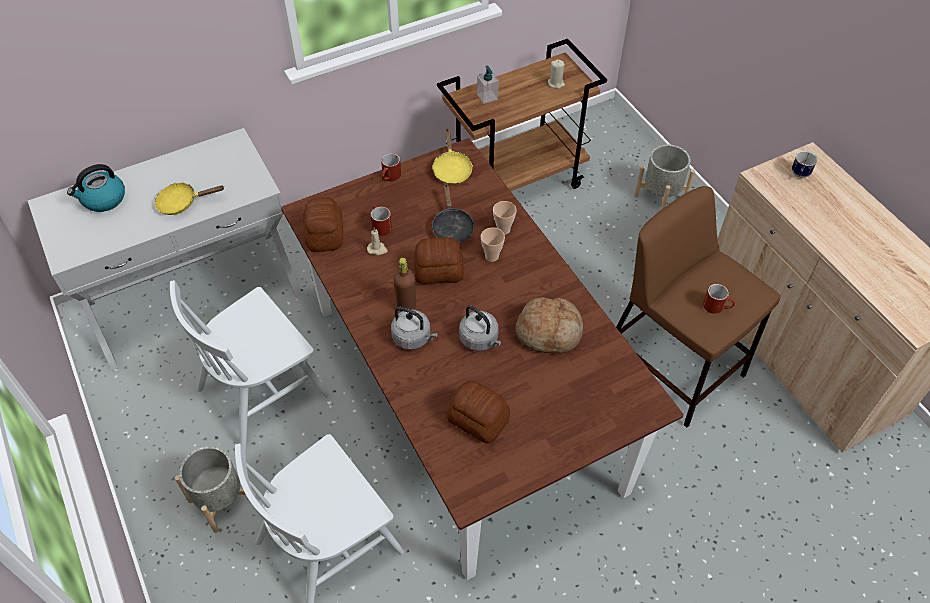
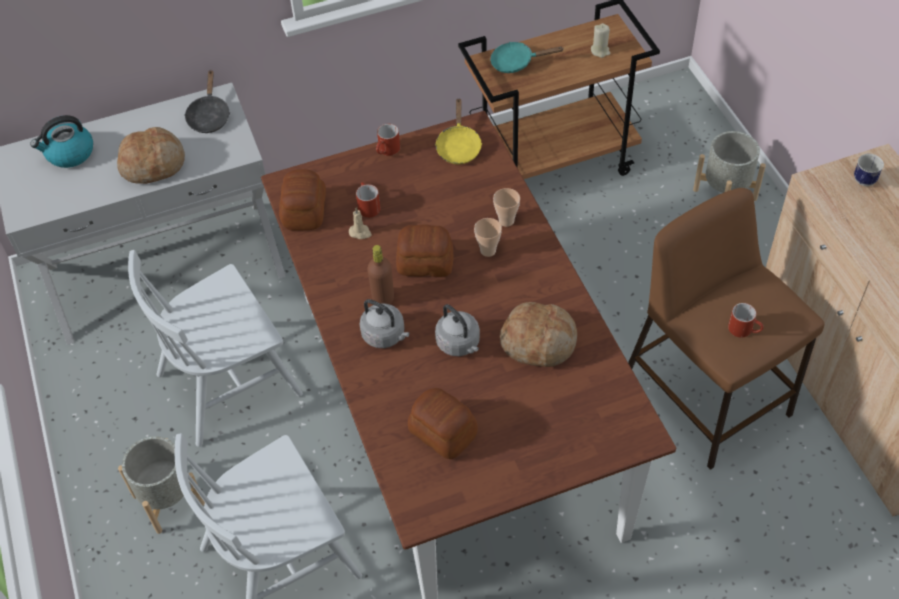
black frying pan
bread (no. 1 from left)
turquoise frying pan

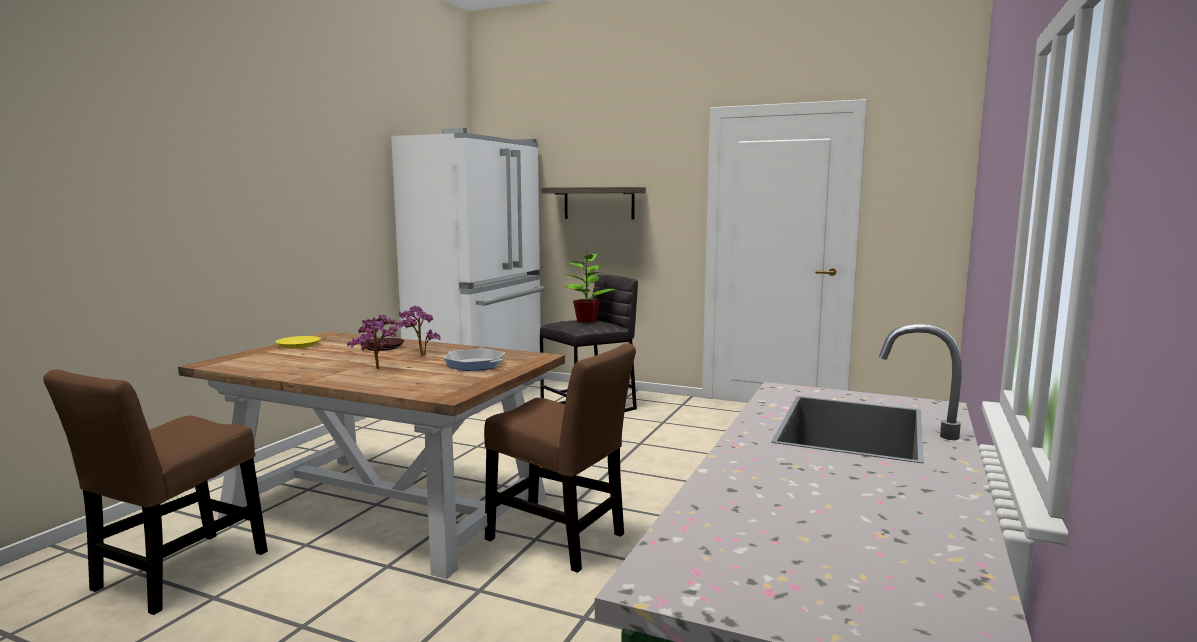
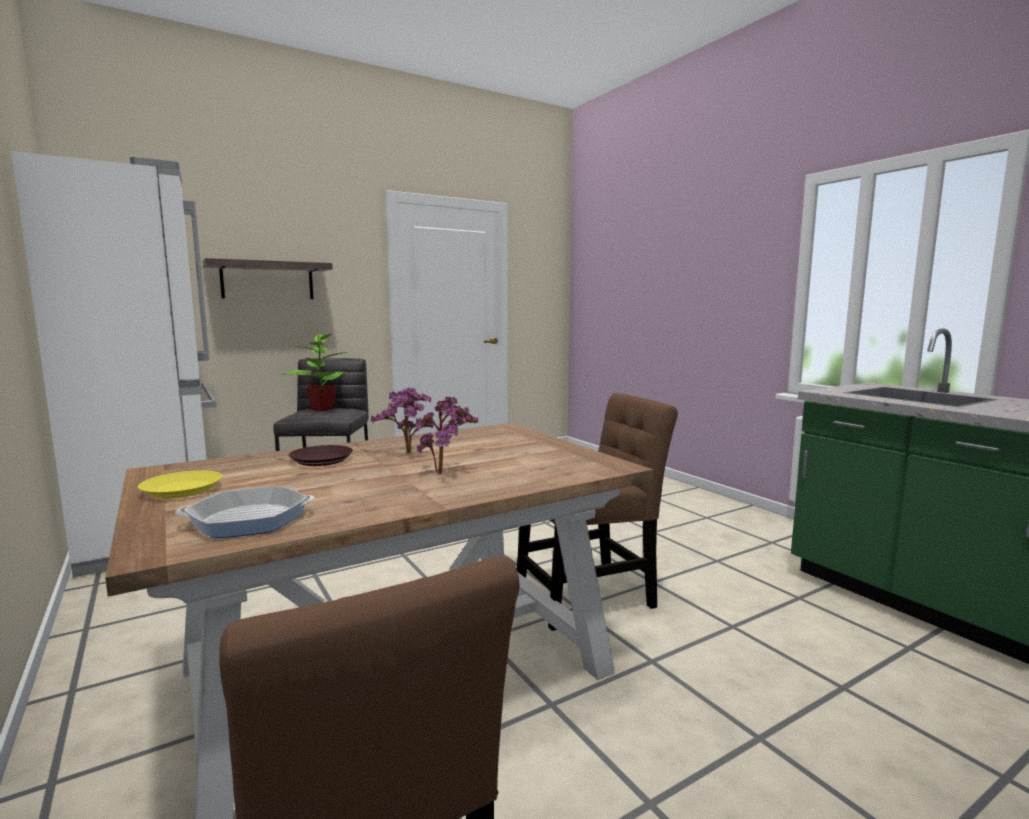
frying pan

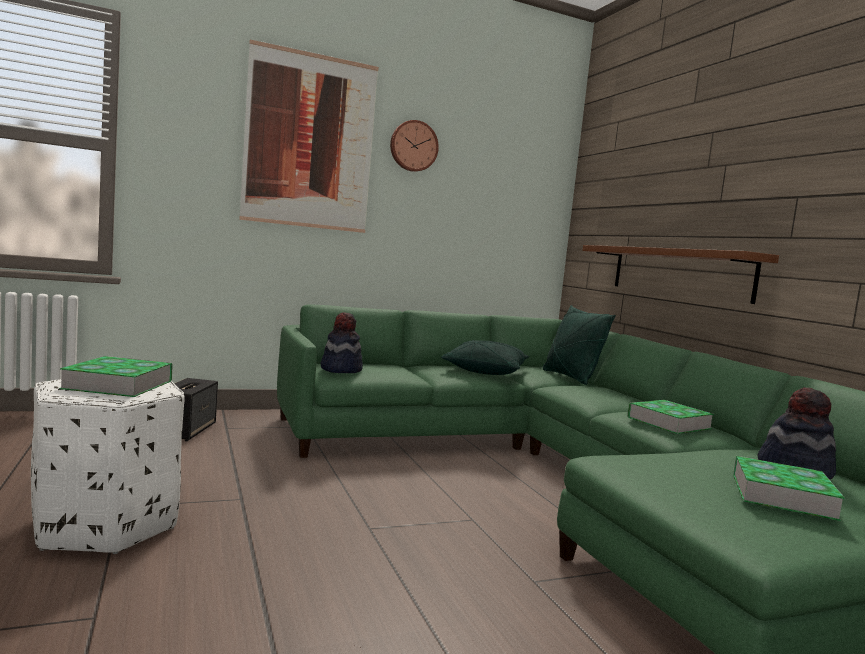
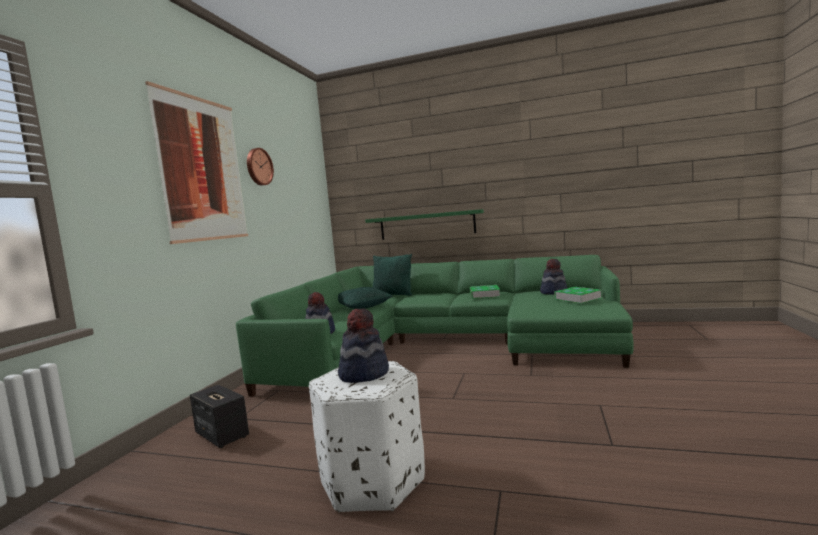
hat (no. 2 from left)
green shelf

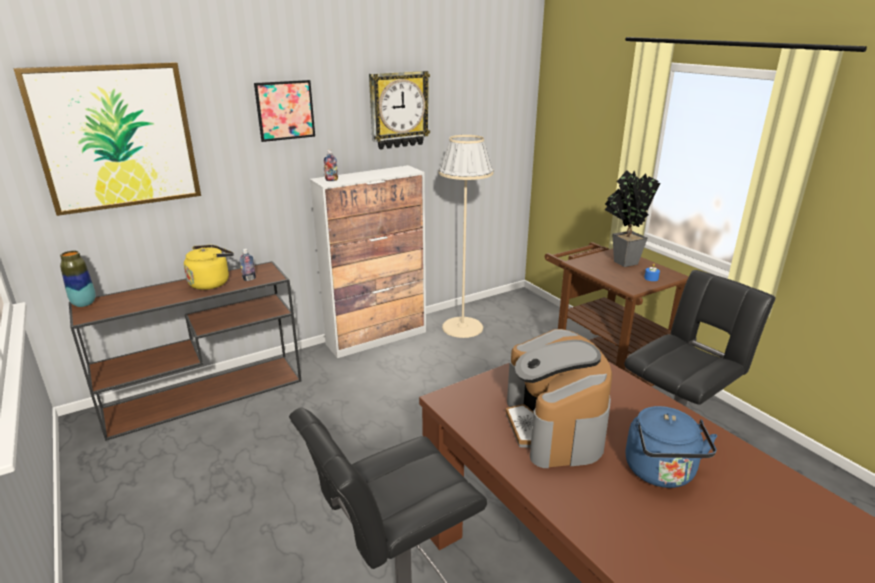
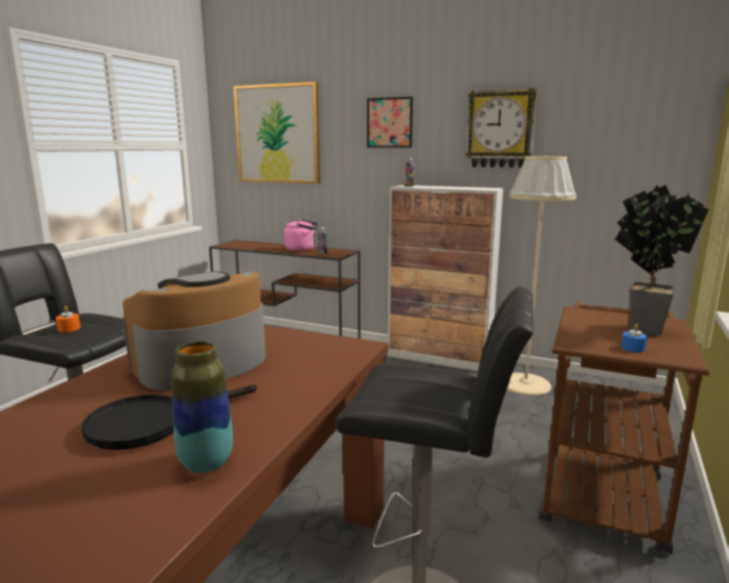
orange candle
vase
black frying pan
pink kettle

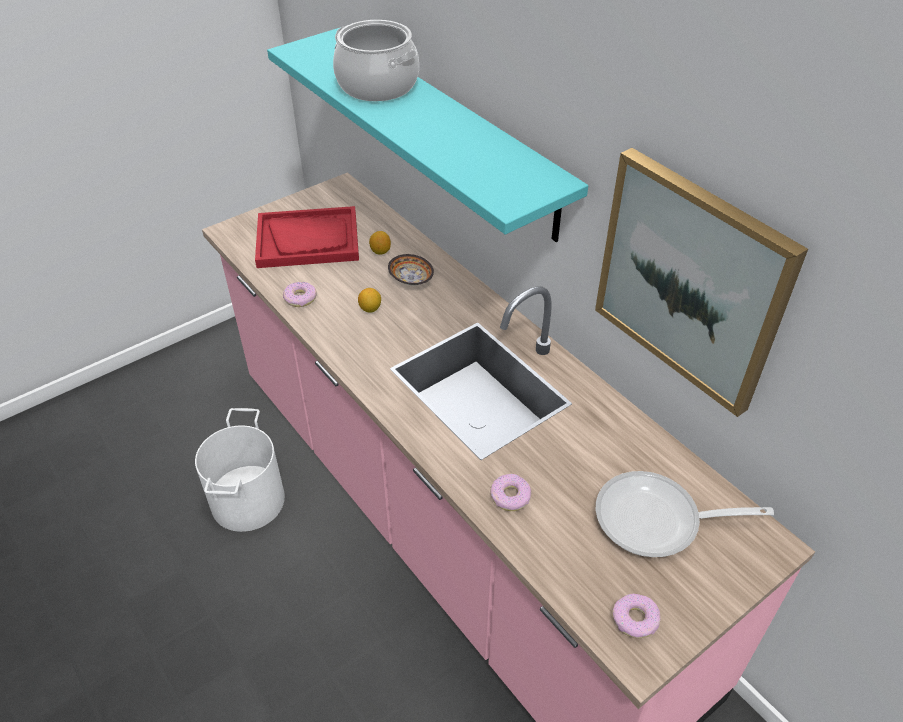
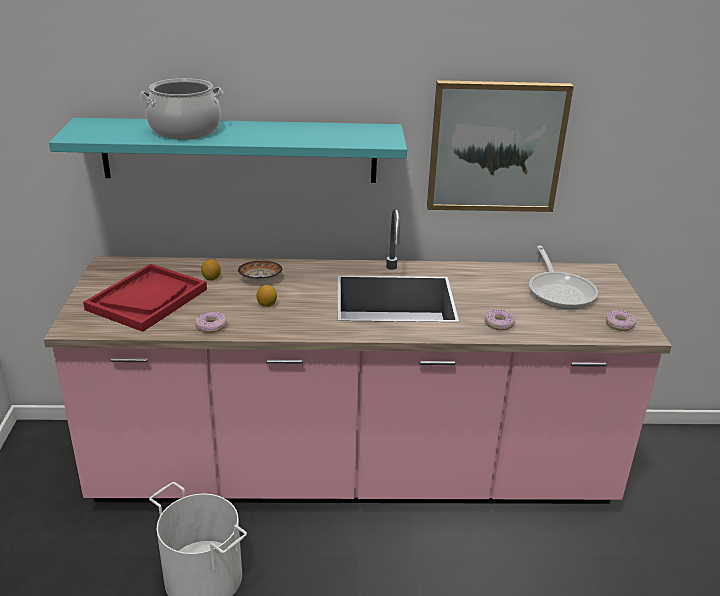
frying pan

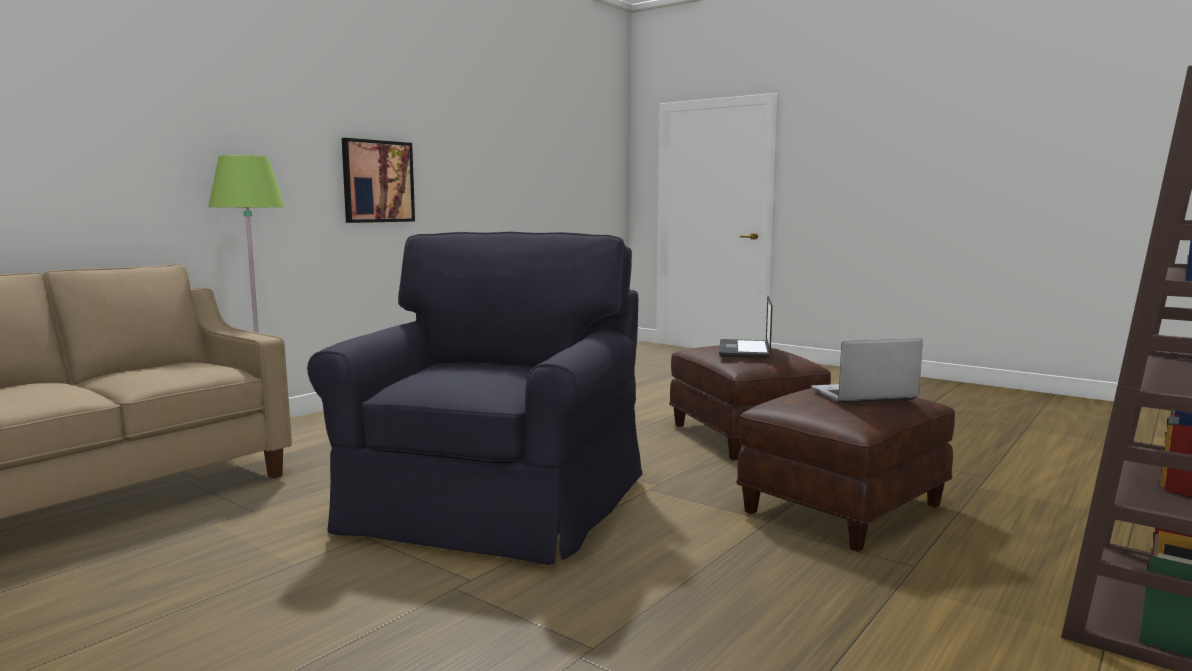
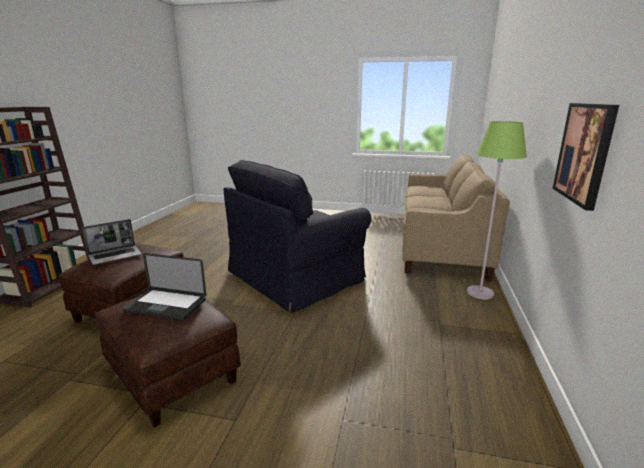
black armchair
laptop (no. 2 from left)

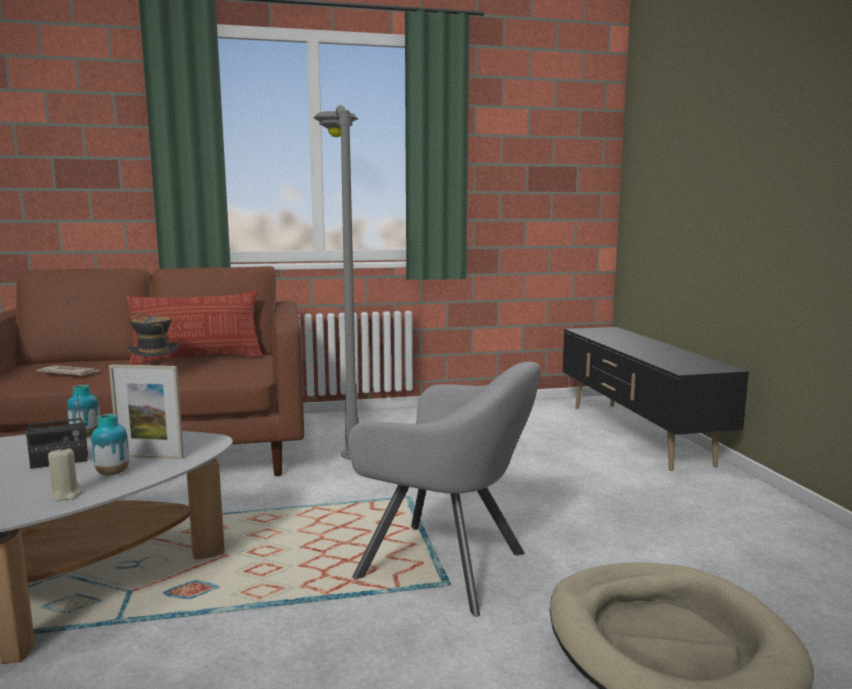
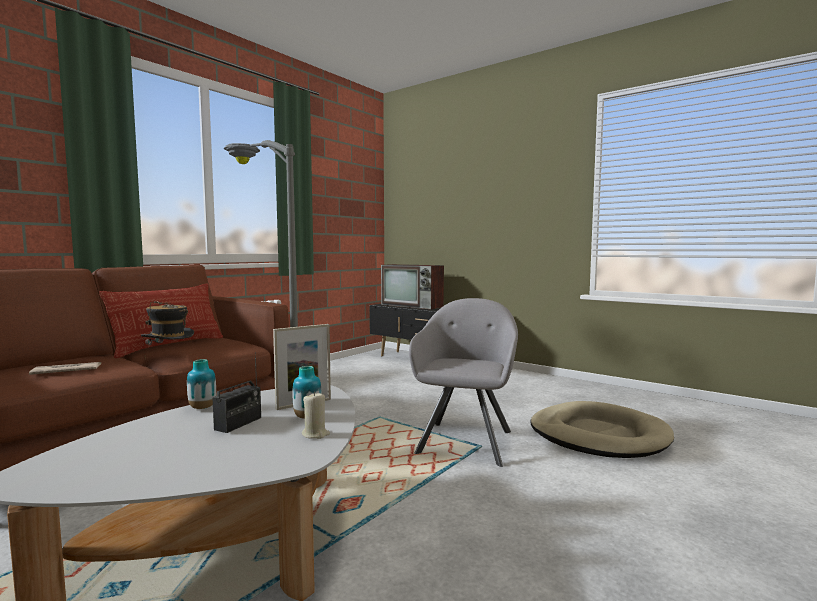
television
grey armchair

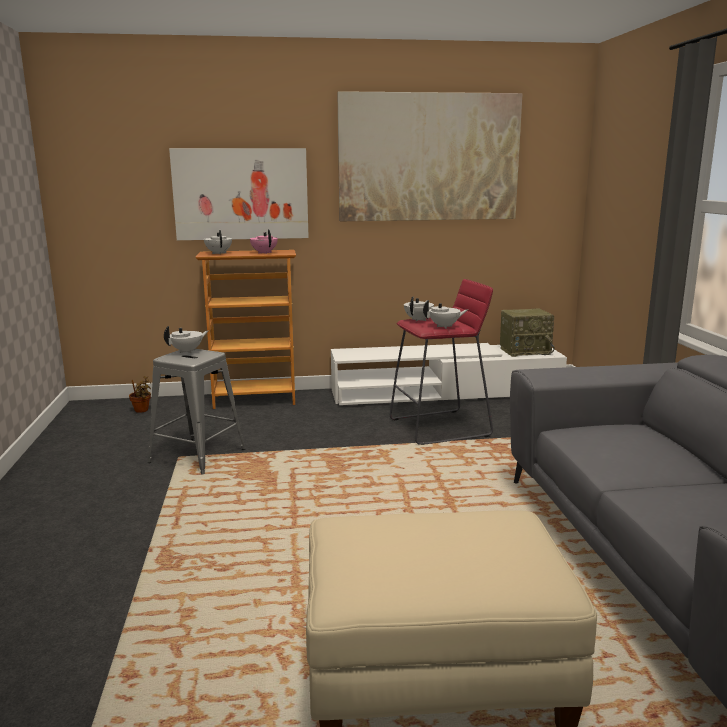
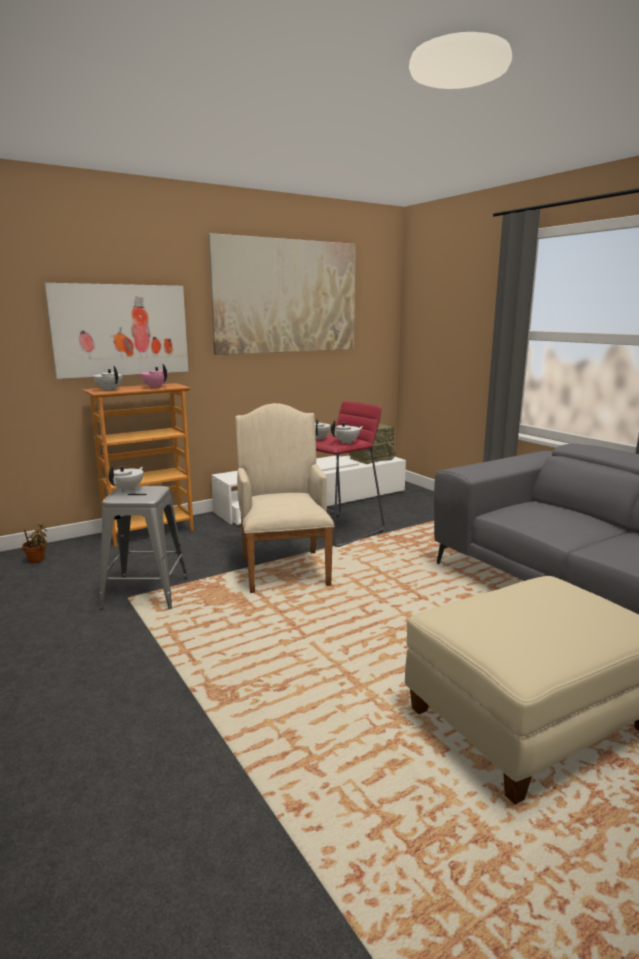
beige armchair

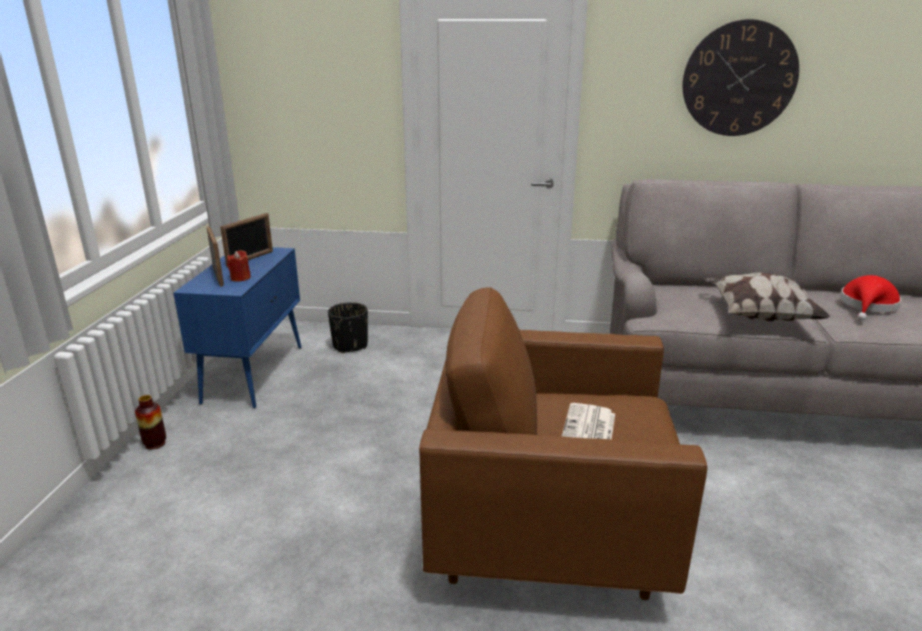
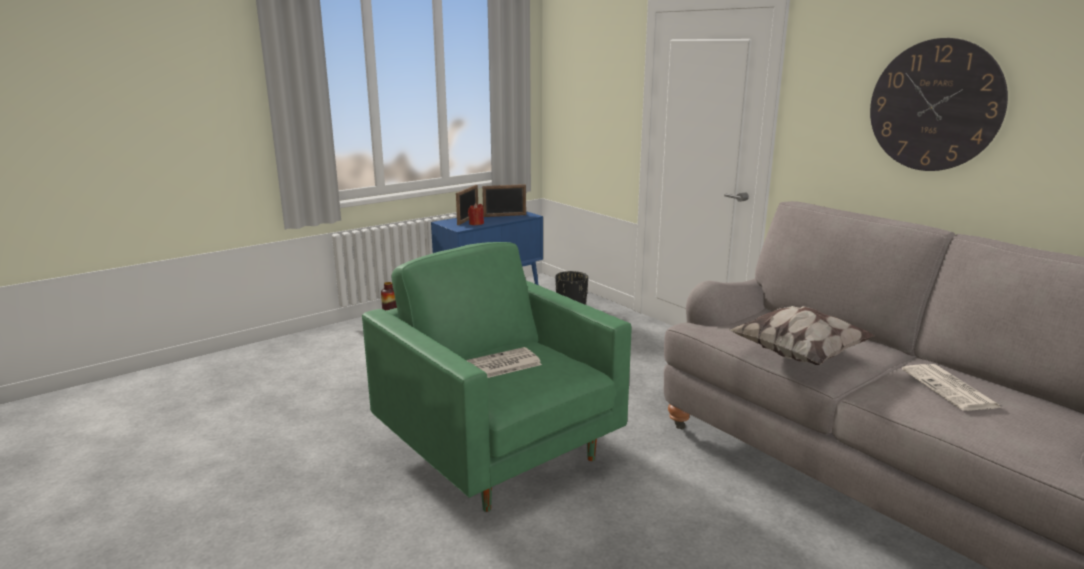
newspaper (no. 2 from left)
green armchair

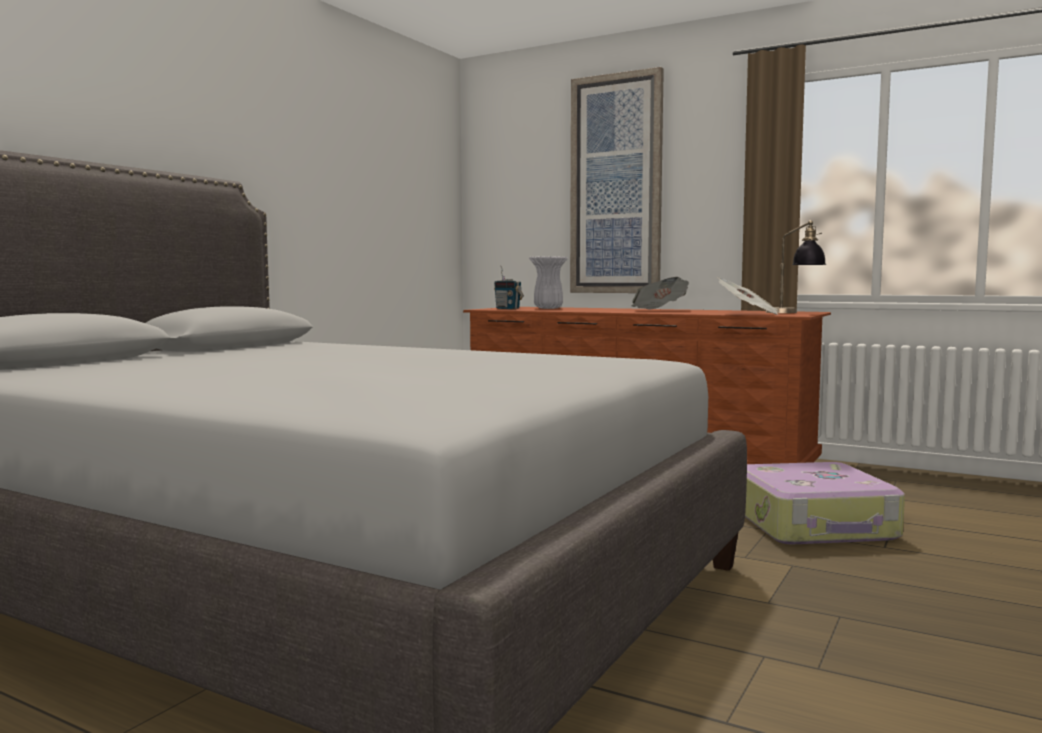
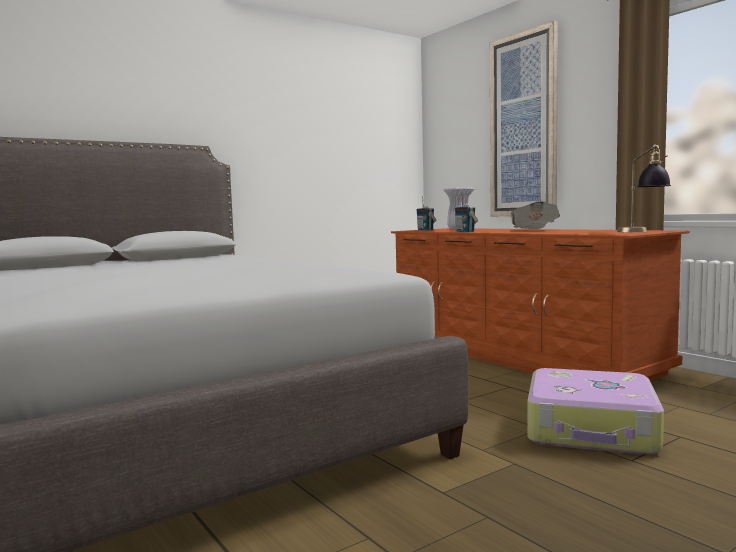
newspaper (no. 2 from left in the first image)
radio (no. 2 from left)

